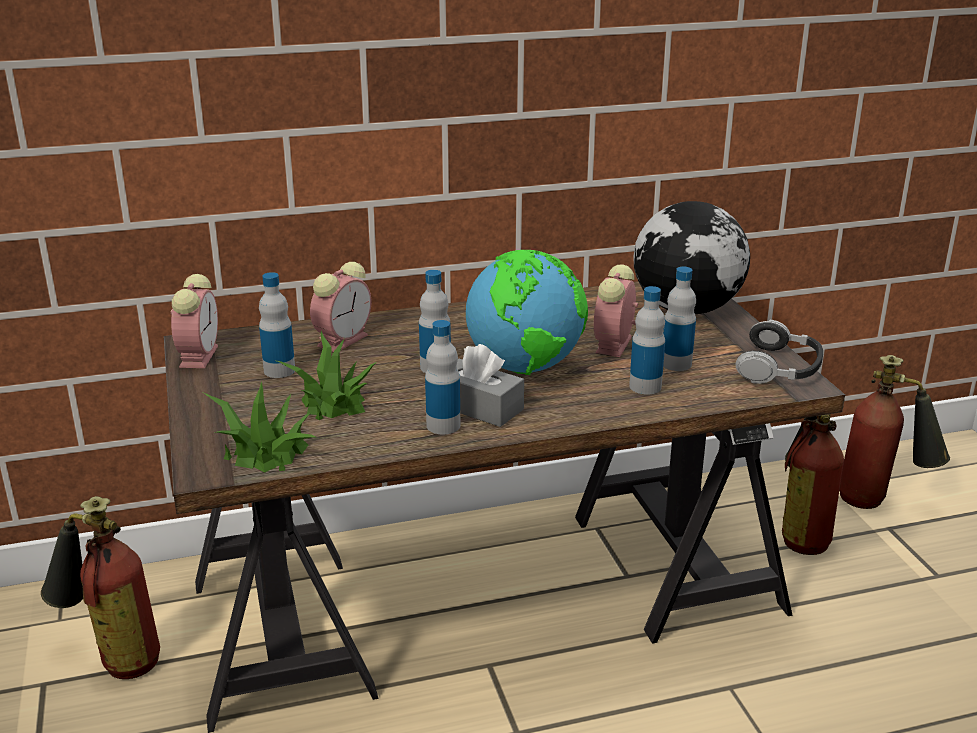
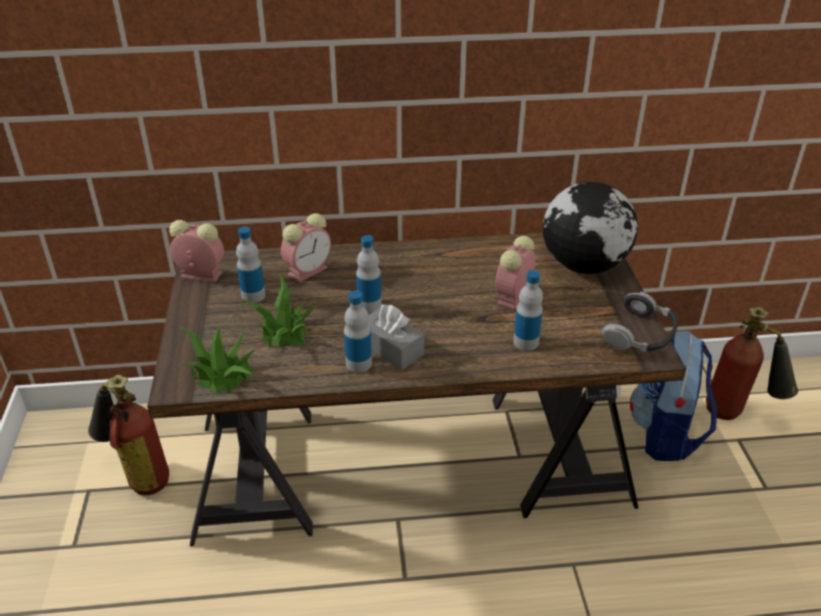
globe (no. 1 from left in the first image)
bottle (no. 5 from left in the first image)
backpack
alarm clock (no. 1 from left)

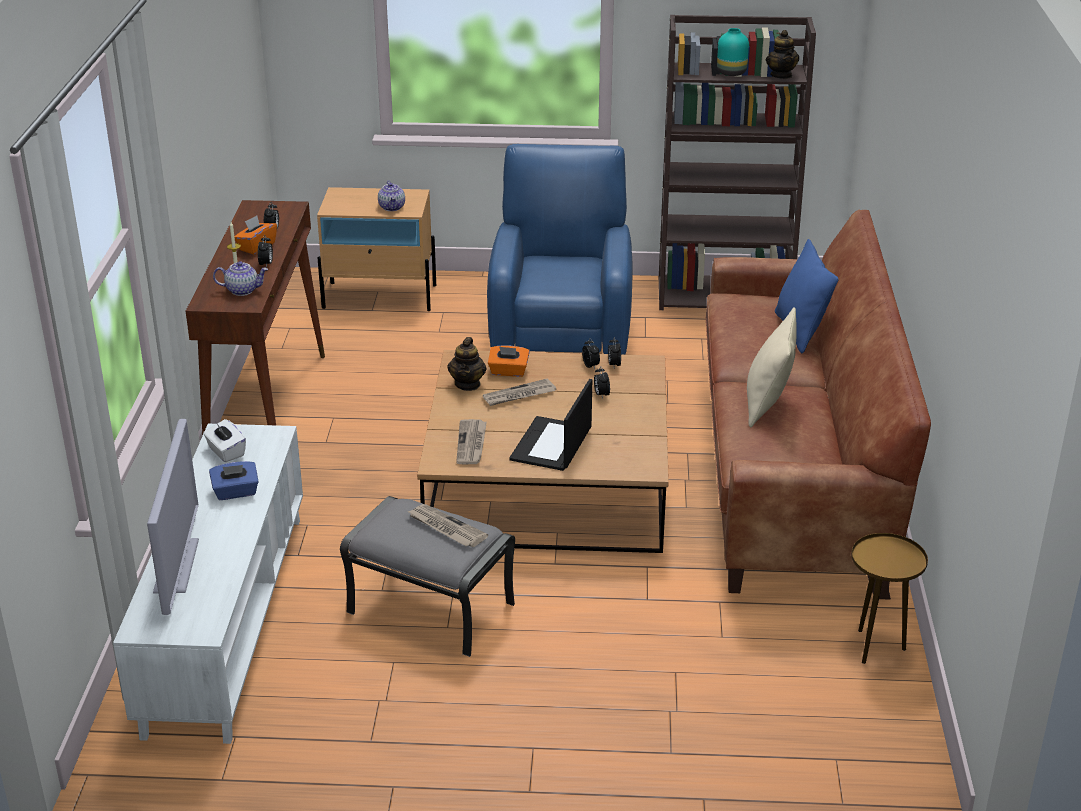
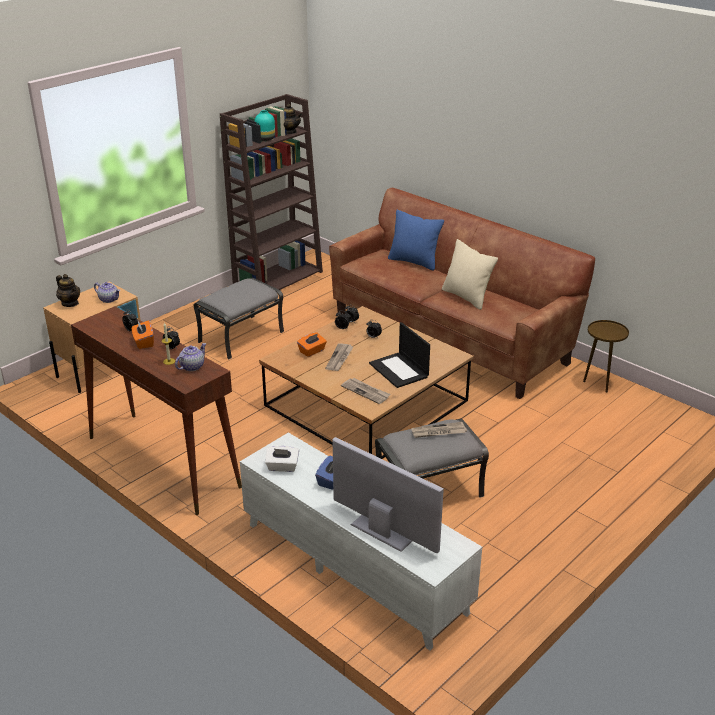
teapot (no. 1 from left)
grey ottoman (no. 1 from left)

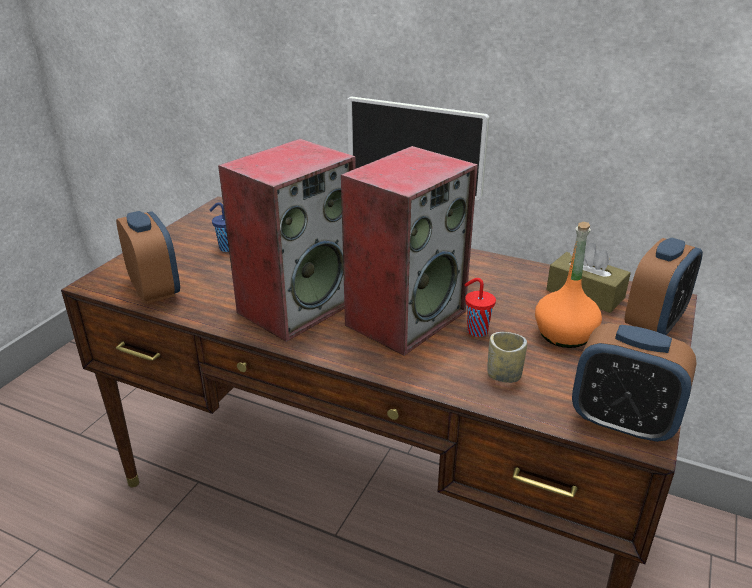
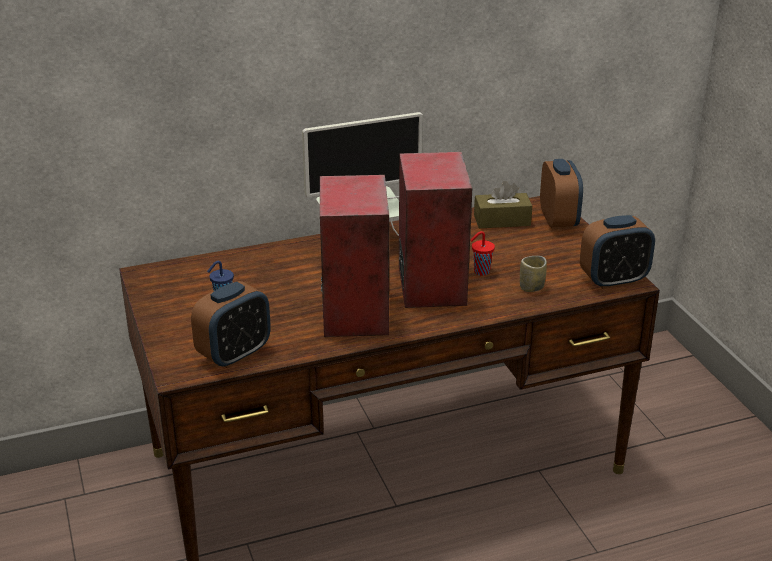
orange bottle
alarm clock (no. 1 from left)

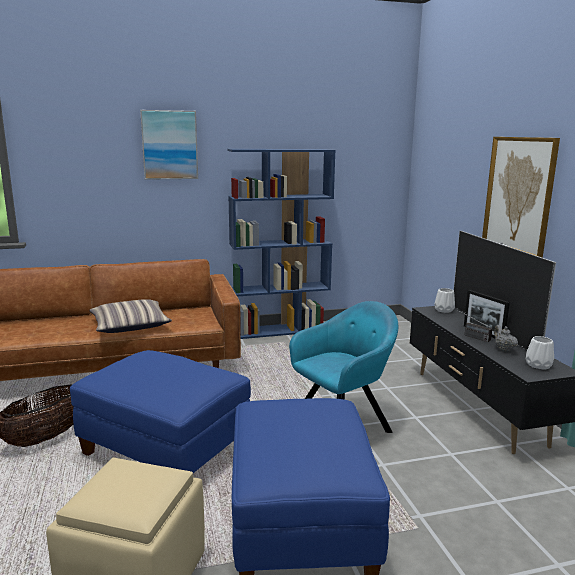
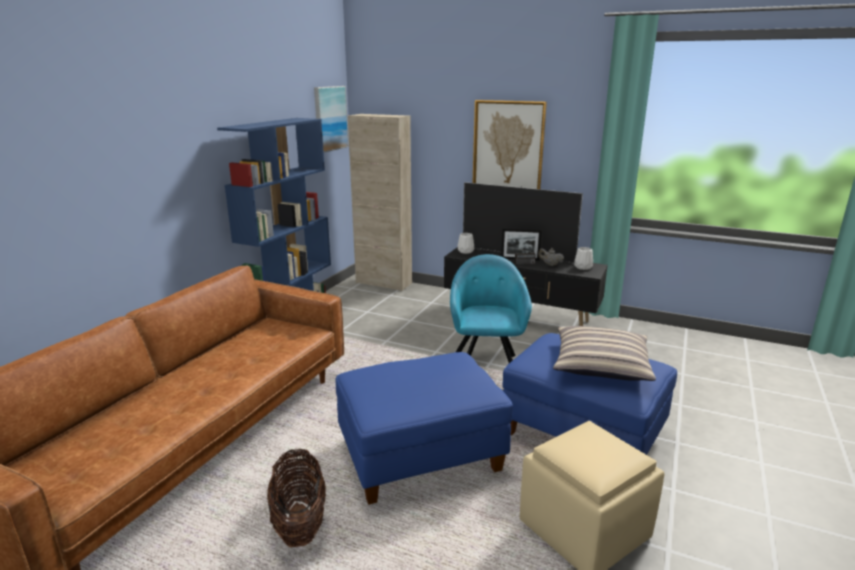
beige cabinet
pillow
picture (no. 1 from left)

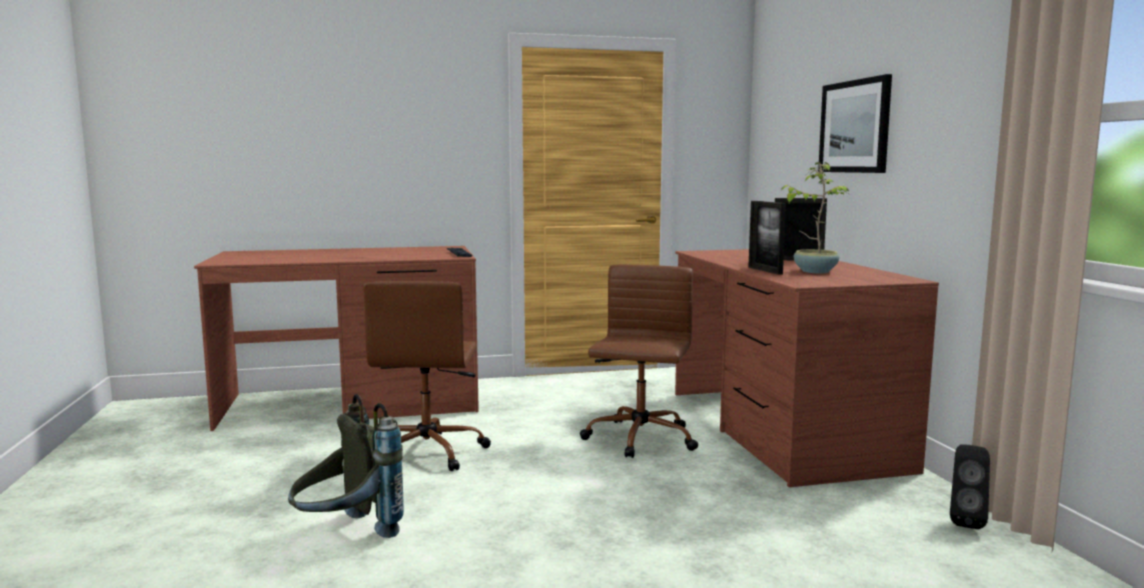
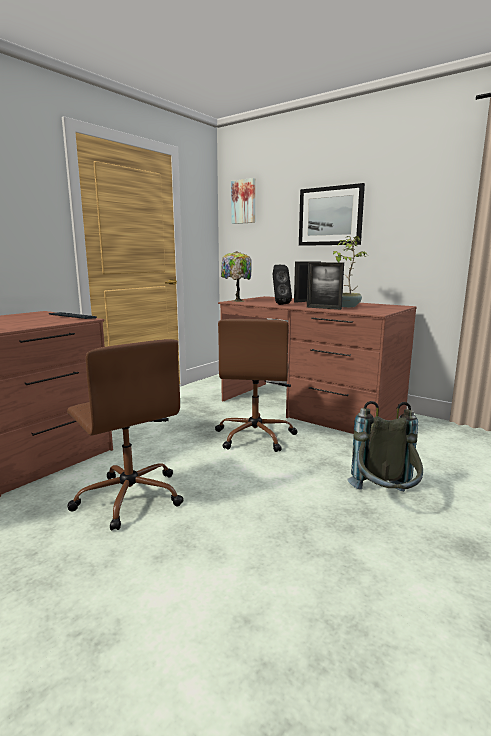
table lamp
picture (no. 1 from left)
grey backpack
black speaker
brown office chair (no. 2 from left)

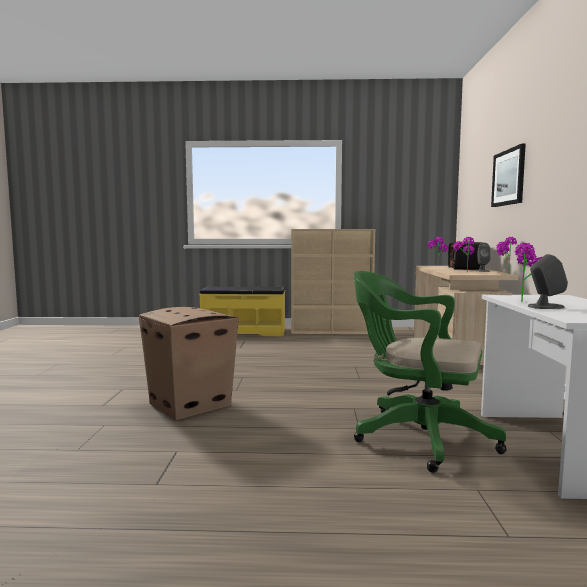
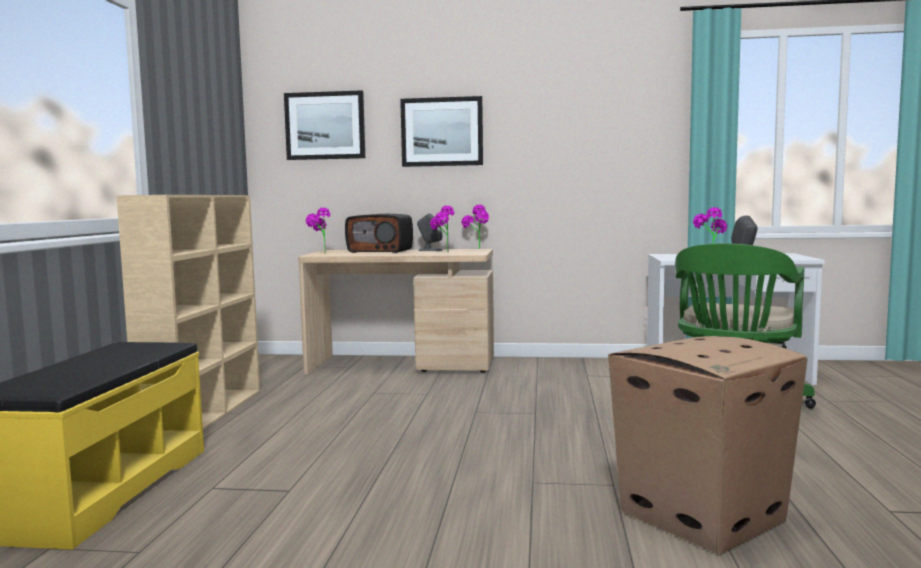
picture (no. 1 from left)

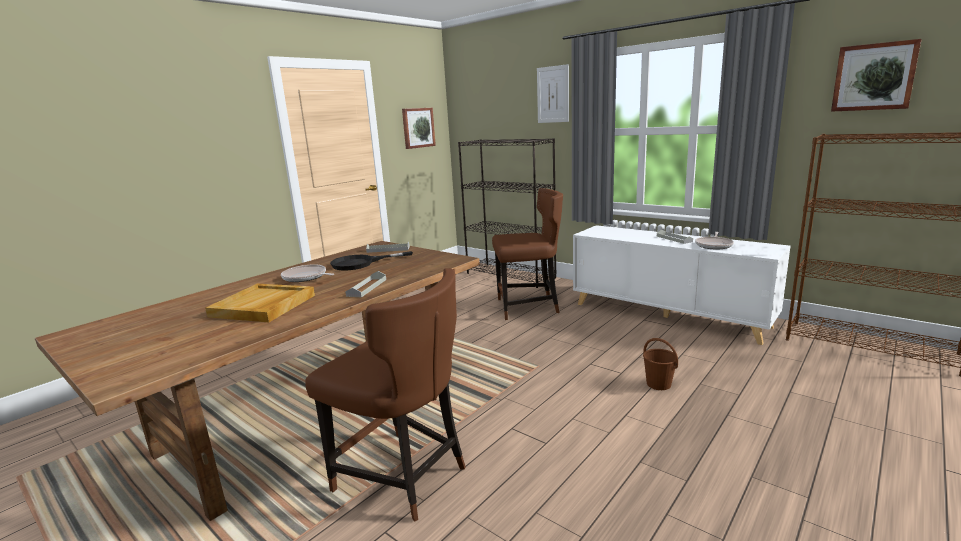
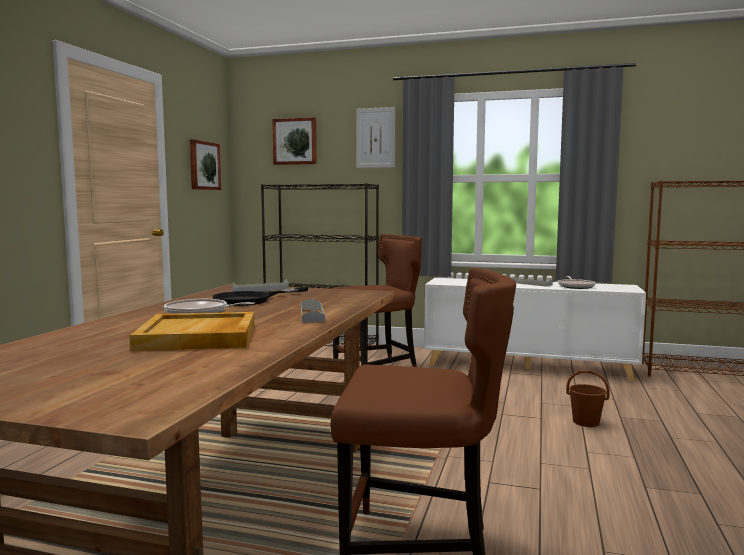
picture (no. 2 from left)

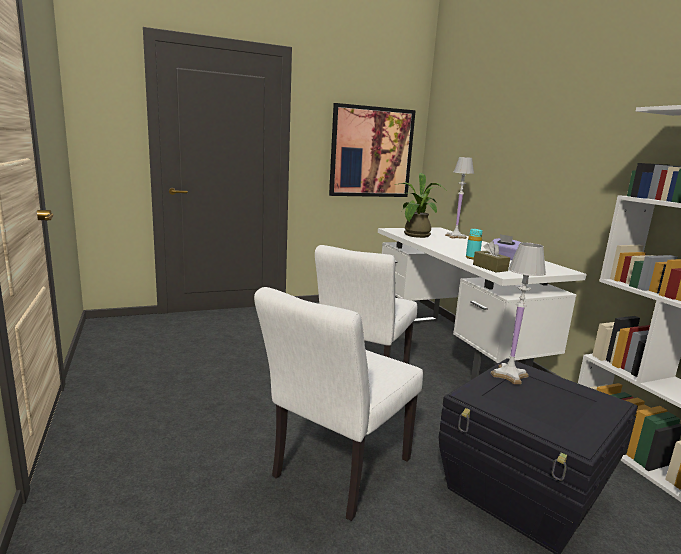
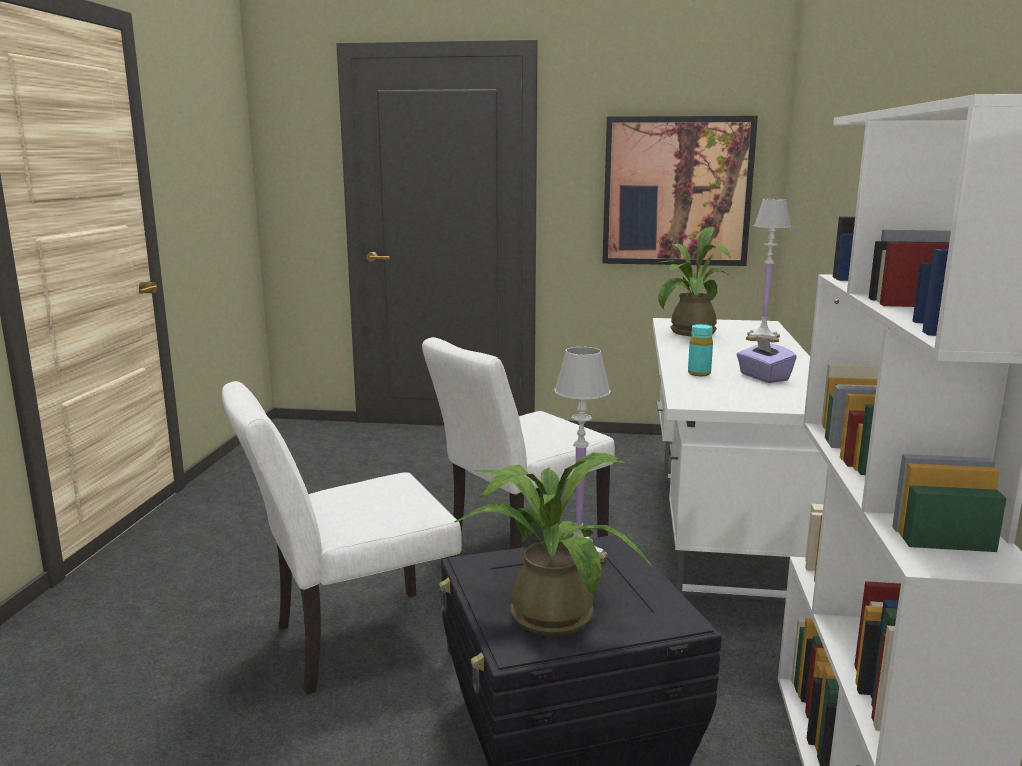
brown tissue box
potted plant (no. 1 from left)

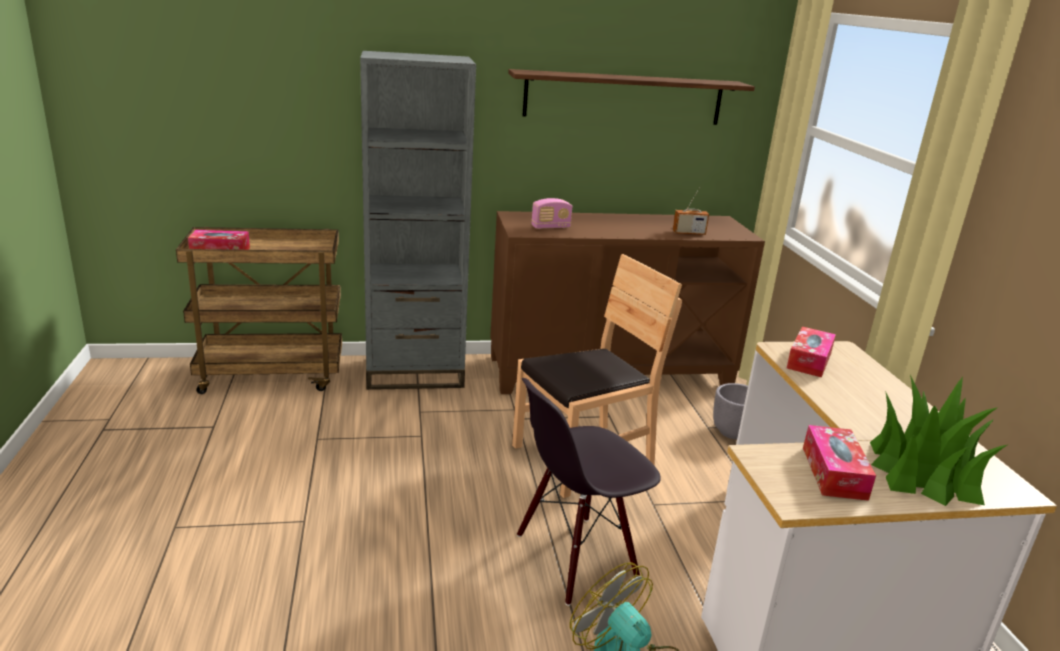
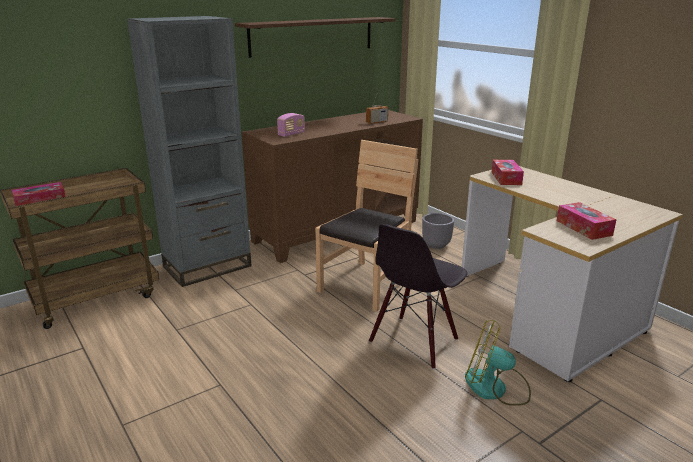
potted plant

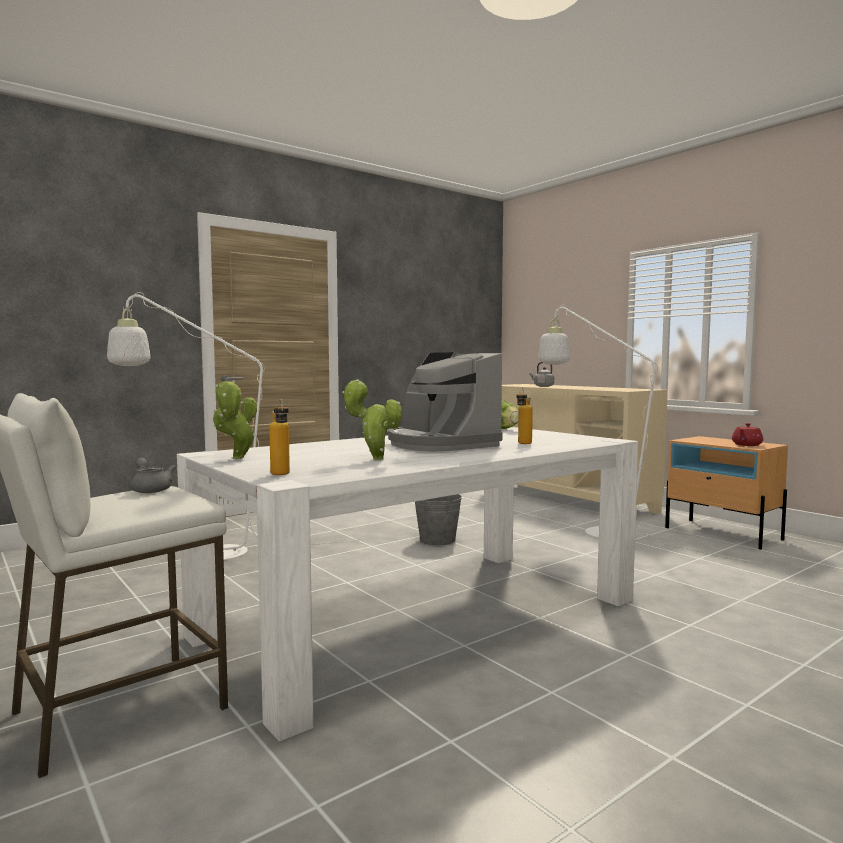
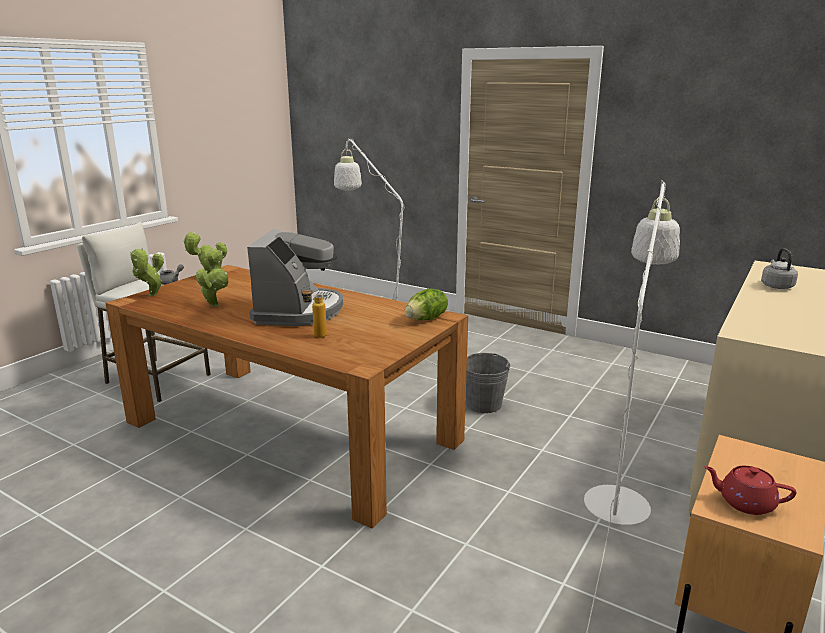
potted plant (no. 1 from left)
brown dining table
coffee machine

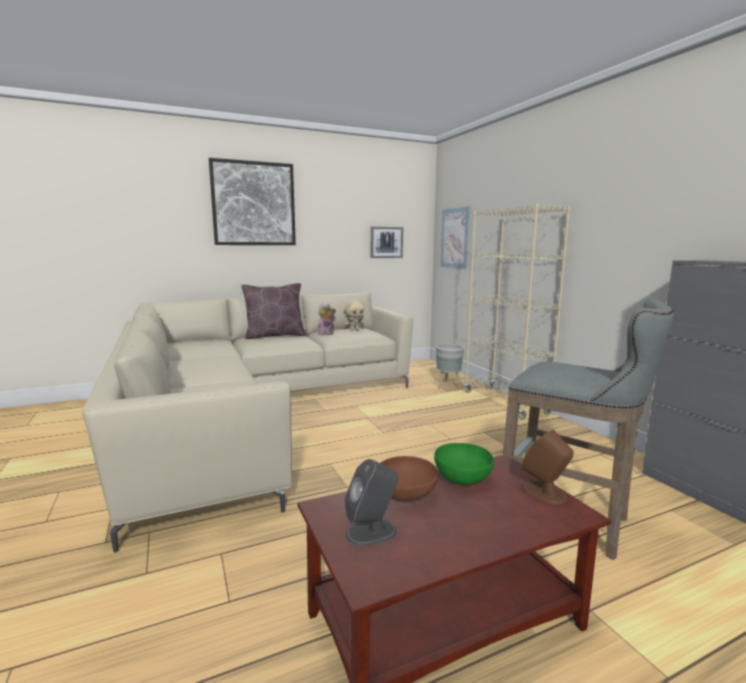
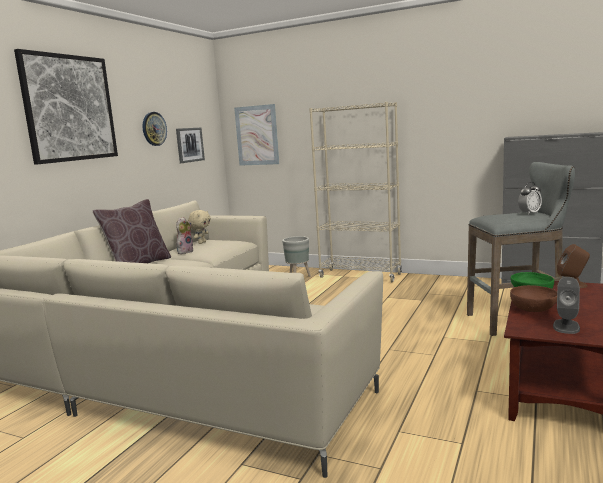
wall clock
alarm clock

